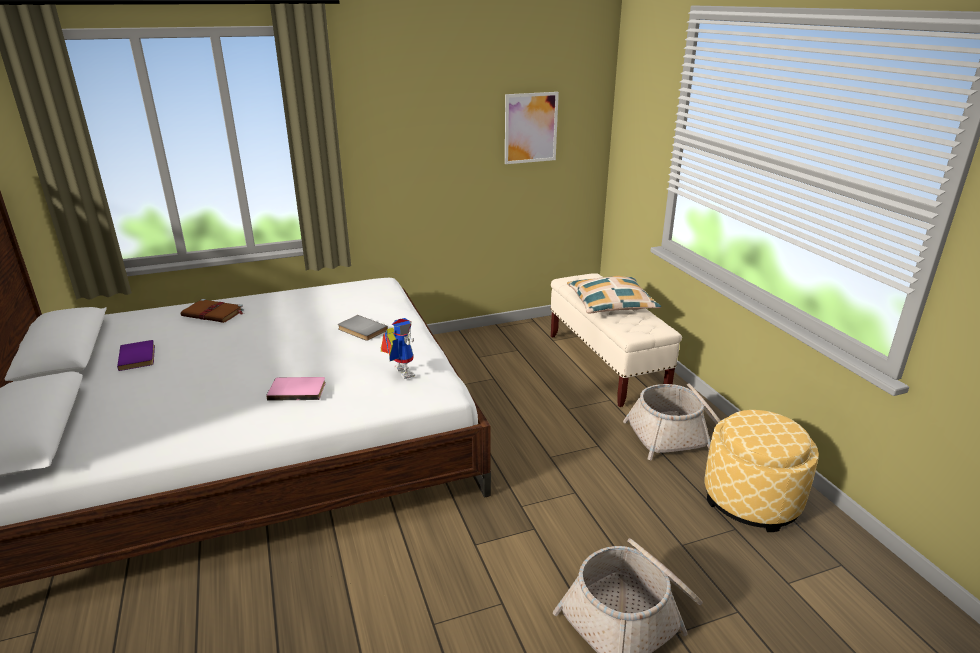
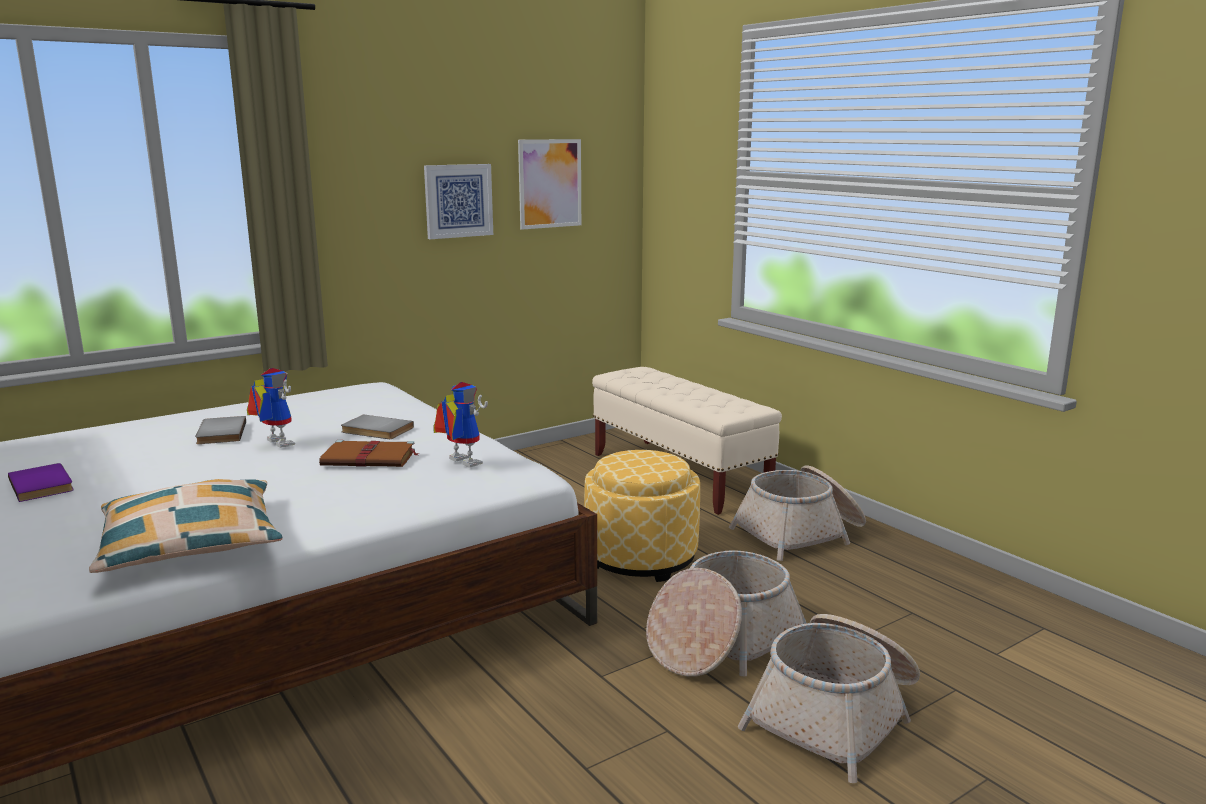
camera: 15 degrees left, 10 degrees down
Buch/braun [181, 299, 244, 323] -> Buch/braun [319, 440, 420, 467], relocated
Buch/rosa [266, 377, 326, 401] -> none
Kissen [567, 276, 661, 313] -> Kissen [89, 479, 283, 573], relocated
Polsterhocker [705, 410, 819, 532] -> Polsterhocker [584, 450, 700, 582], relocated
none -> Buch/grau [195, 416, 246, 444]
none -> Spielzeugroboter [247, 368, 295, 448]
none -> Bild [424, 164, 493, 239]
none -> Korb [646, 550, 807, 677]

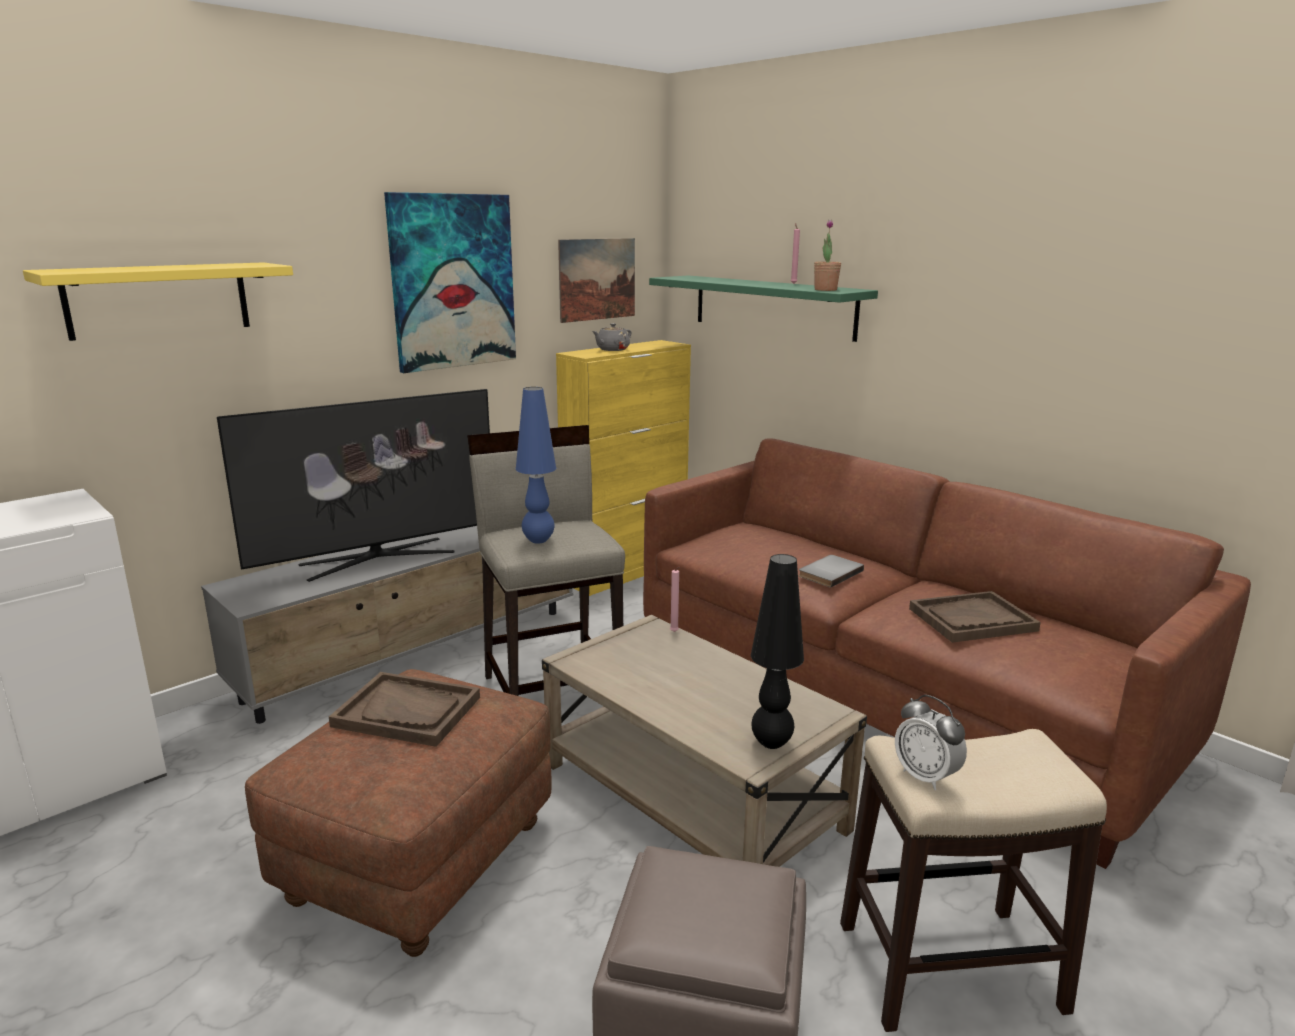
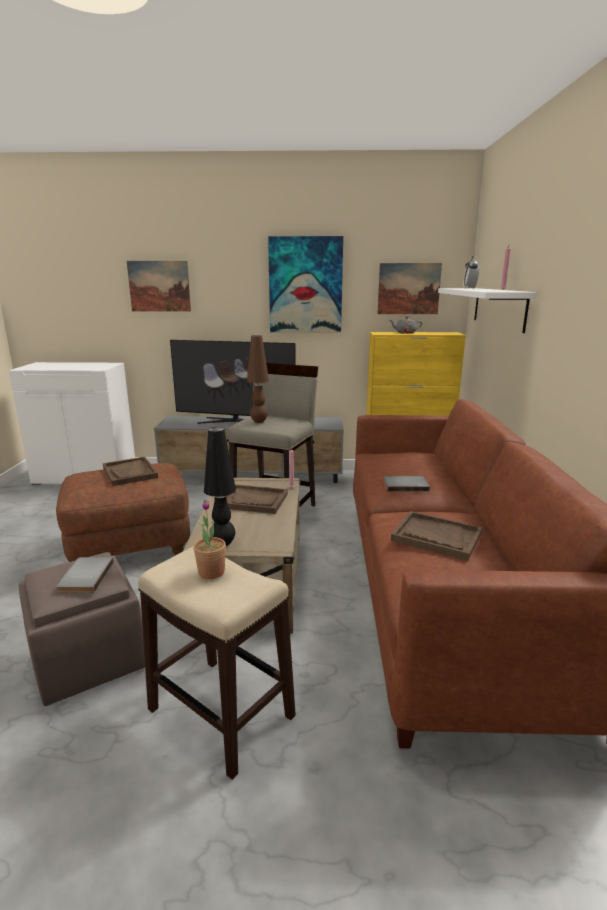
camera: 45 degrees right, 0 degrees up
Wandregal/gelb [23, 262, 293, 341] -> Bild [127, 261, 191, 312]
Tischlampe/blau [516, 387, 556, 544] -> Tischlampe/braun [247, 335, 269, 423]
Wandregal/grün [649, 276, 878, 342] -> Wandregal/weiß [438, 288, 537, 333]
Topfpflanze [814, 220, 841, 291] -> Topfpflanze [194, 500, 226, 579], relocated
Wecker [895, 695, 967, 790] -> Wecker [463, 256, 479, 289], relocated
none -> Buch/grau [56, 557, 114, 593]
none -> Tablett/braun [226, 484, 288, 514]

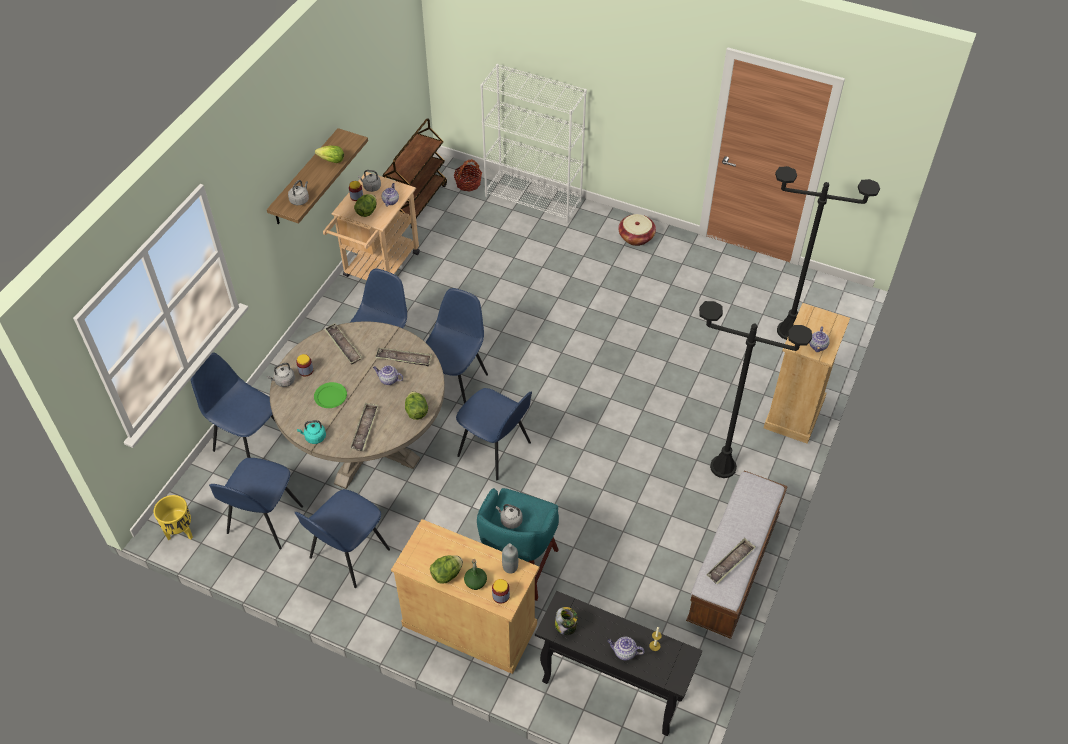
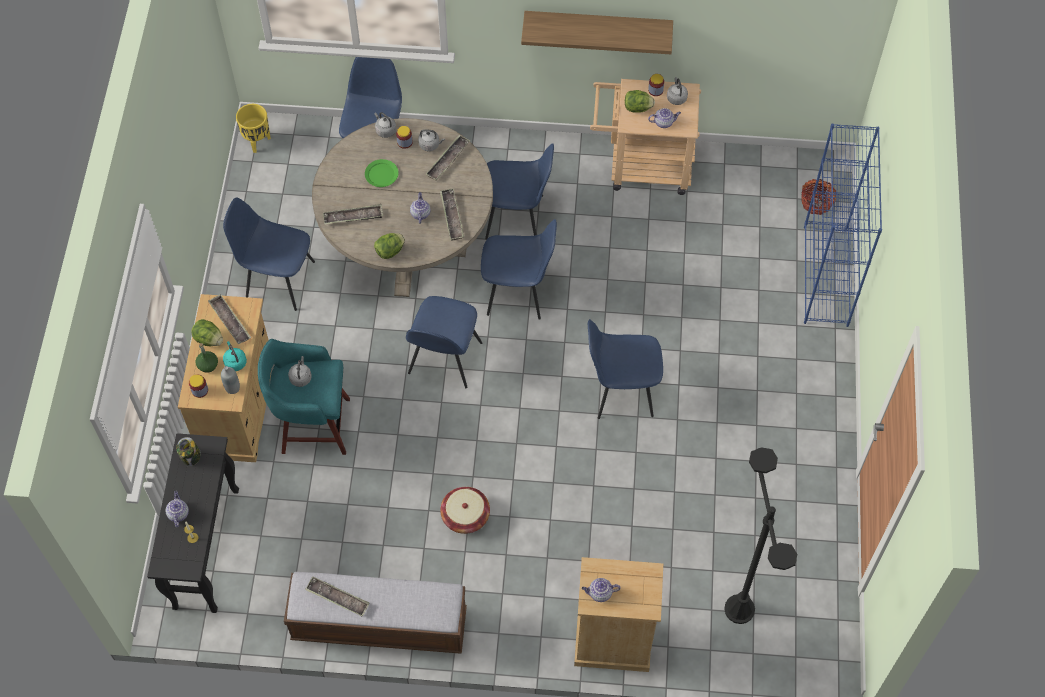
camera: 70 degrees right, 10 degrees up
Stuhl/blau [209, 458, 303, 549] -> Stuhl/blau [588, 319, 663, 419], relocated
Wasserkessel/grau [288, 180, 309, 205] -> Wasserkessel/grau [418, 129, 445, 151], relocated
Wasserkessel/türkis [297, 420, 326, 444] -> Wasserkessel/türkis [223, 341, 247, 371], relocated
Salatkopf [315, 146, 344, 163] -> none
Rollwagen/braun [383, 118, 447, 229] -> none
Bücherregal/weiß [480, 64, 587, 223] -> Bücherregal/blau [804, 124, 882, 327]
Korb [618, 214, 656, 246] -> Korb [440, 487, 490, 534], relocated
Stehlampe/schwarz [699, 301, 812, 478] -> none
none -> Tablett [208, 294, 251, 344]

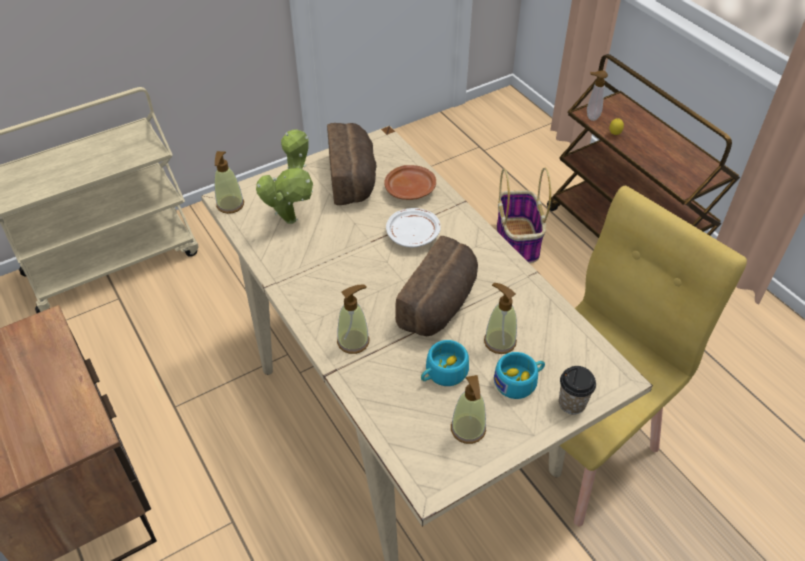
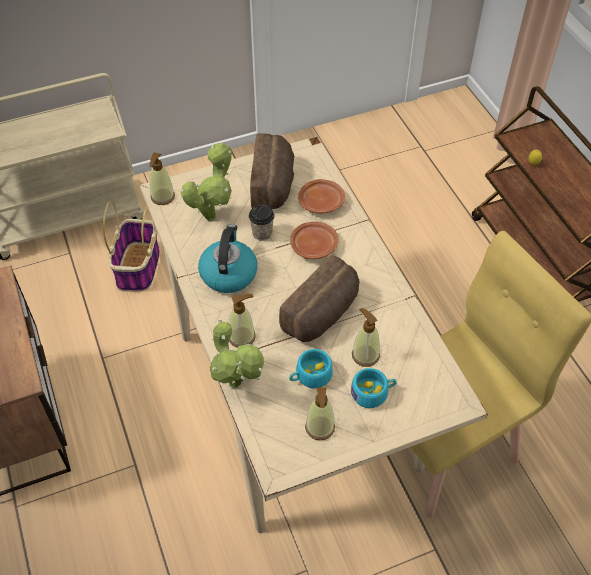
camera: 10 degrees right, 5 degrees up
Teller/weiß [386, 208, 441, 247] -> Teller/braun [290, 222, 339, 259]
Korb [497, 168, 551, 263] -> Korb [103, 201, 160, 292], relocated
Tasse [559, 366, 596, 415] -> Tasse [249, 204, 275, 241], relocated
Seifenspender [587, 70, 608, 121] -> none
none -> Wasserkessel [198, 224, 257, 293]
none -> Topfpflanze [209, 320, 264, 388]

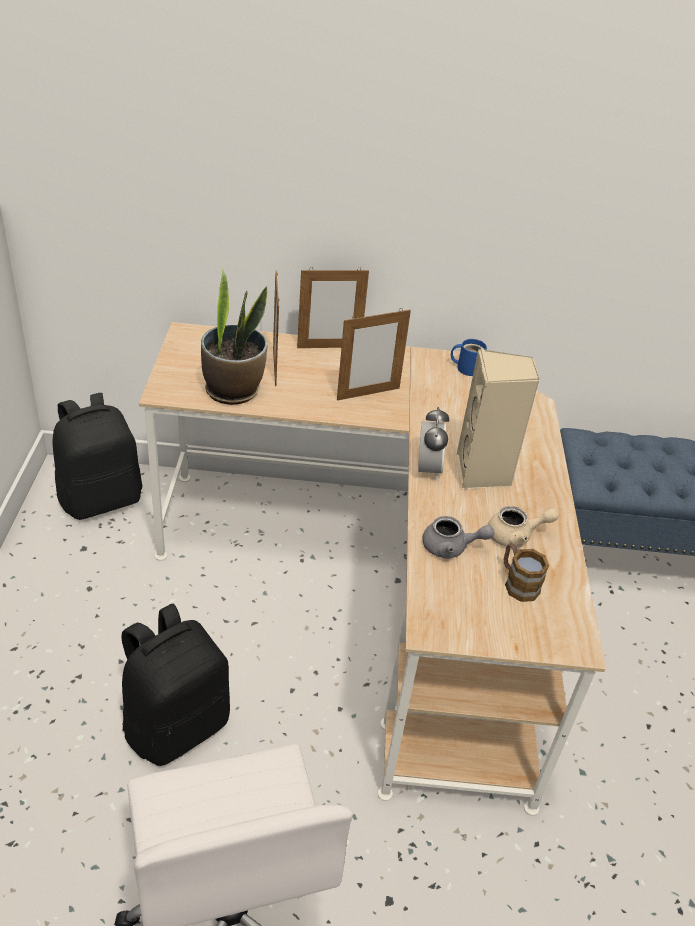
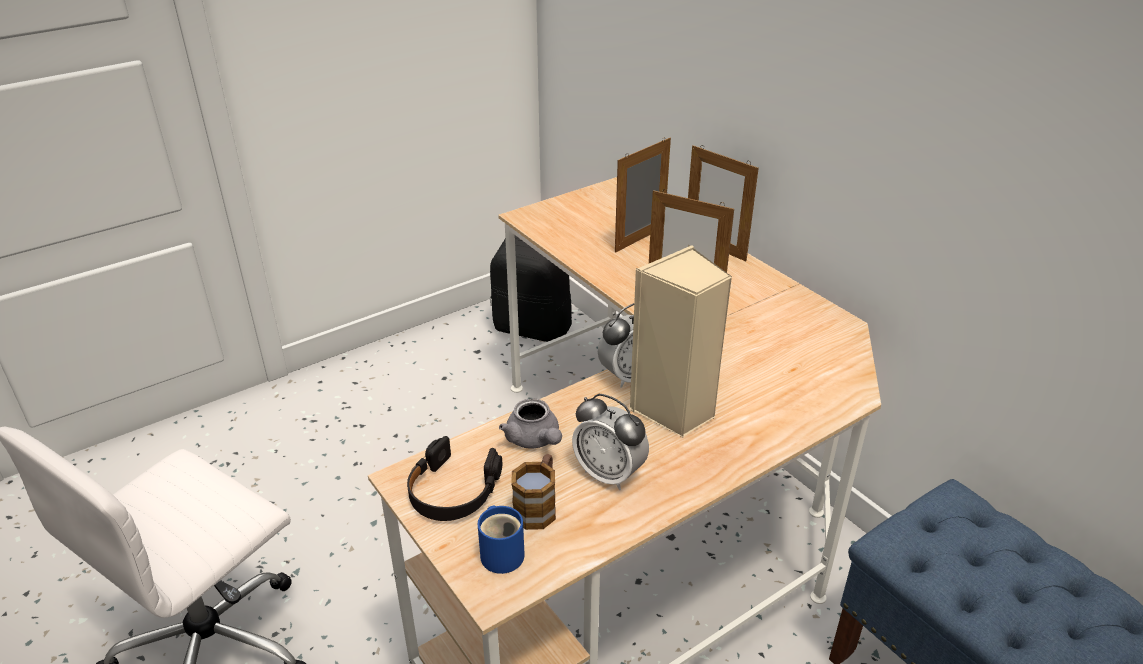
camera: 55 degrees right, 5 degrees down
Rucksack/schwarz [121, 604, 230, 766] -> none
Topfpflanze [201, 269, 268, 405] -> none
Henkelbecher/blau [451, 339, 487, 376] -> Henkelbecher/blau [478, 506, 525, 574], relocated
Teekanne/beige [488, 506, 559, 548] -> Wecker [572, 394, 649, 490]
none -> Kopfhörer/schwarz [407, 436, 502, 521]

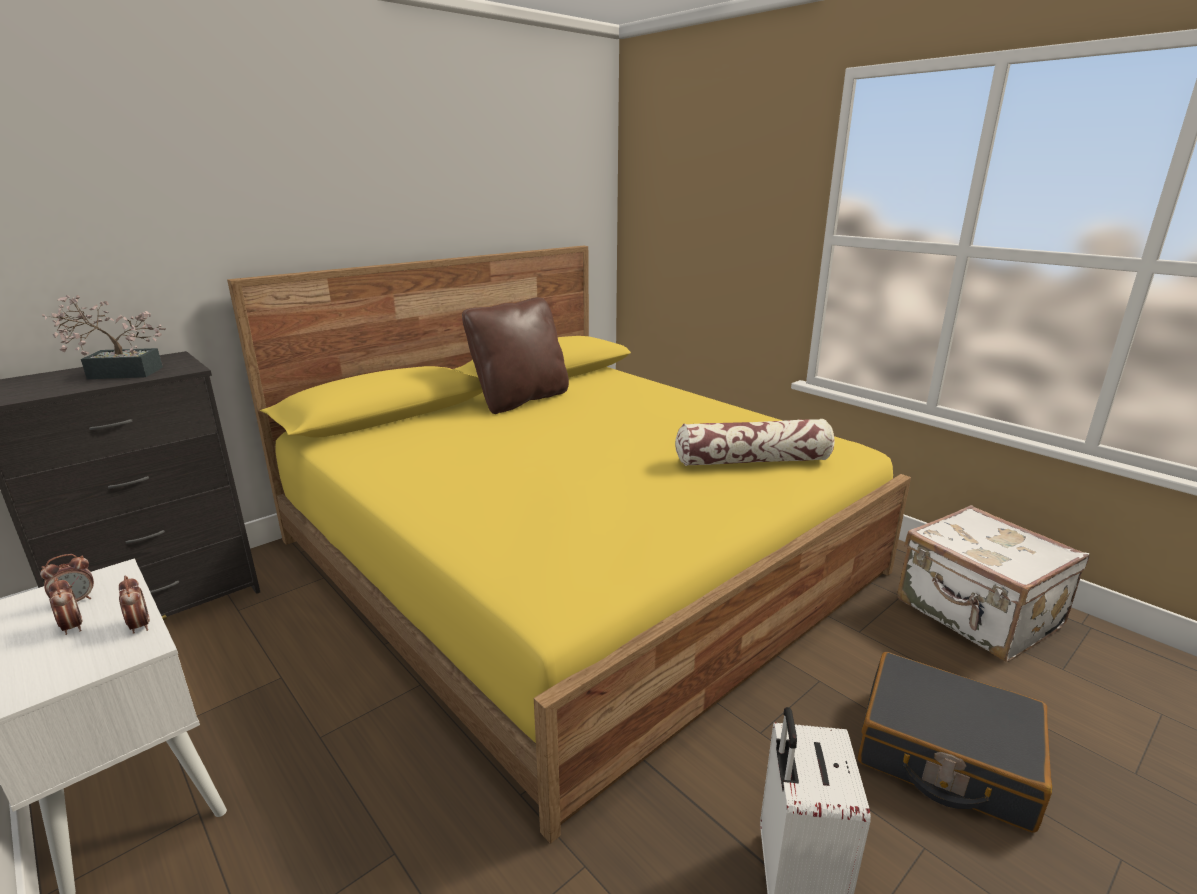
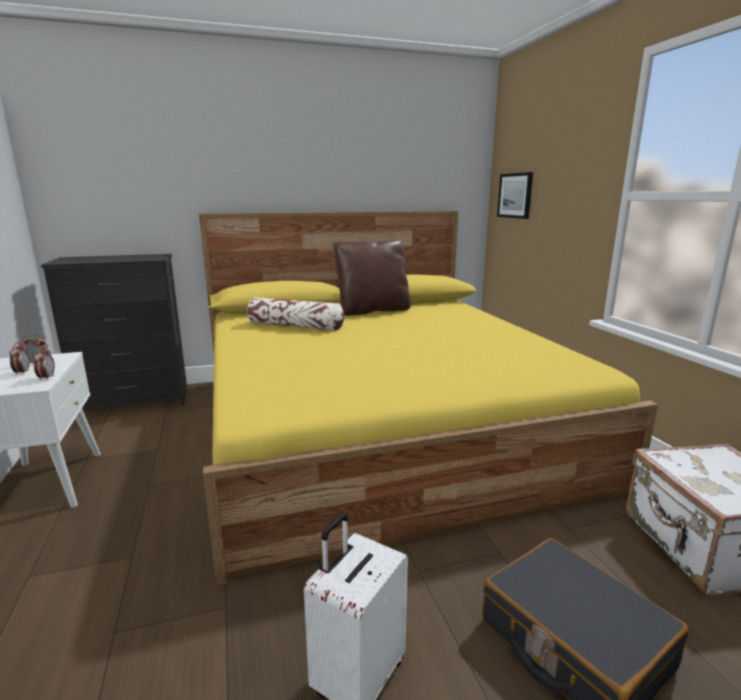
camera: 25 degrees right, 5 degrees down
Topfpflanze [42, 295, 166, 379] -> none
Kissen [675, 419, 835, 466] -> Kissen [247, 297, 344, 331], relocated
none -> Bild [497, 172, 533, 219]

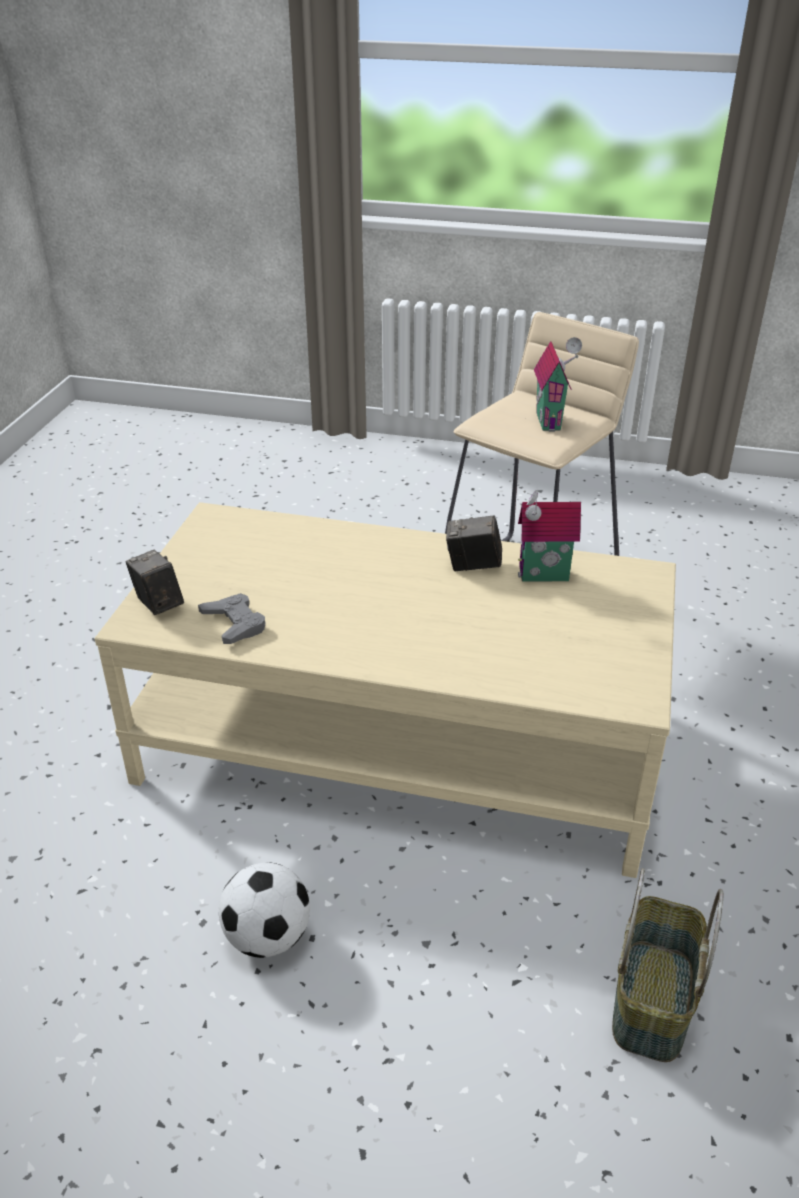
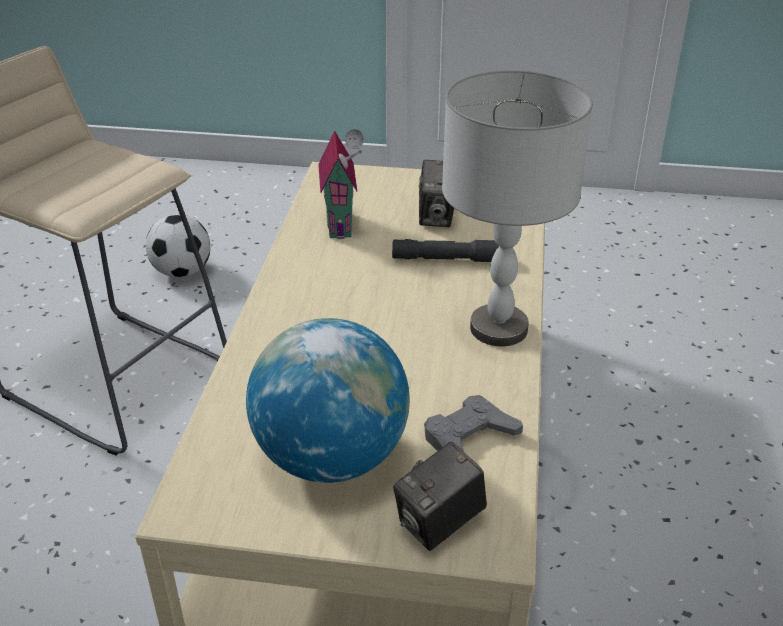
camera: 95 degrees left, 0 degrees up
Fußball [219, 862, 310, 958] -> Fußball [146, 214, 210, 277], relocated
Kamera [446, 515, 502, 571] -> Kamera [419, 160, 454, 227], relocated
Spielzeughaus [534, 337, 582, 432] -> none
Korb [612, 868, 723, 1062] -> none
none -> Globus [246, 318, 410, 483]
none -> Taschenlampe/grau [392, 239, 499, 262]
none -> Tischlampe/grau [442, 70, 593, 346]

